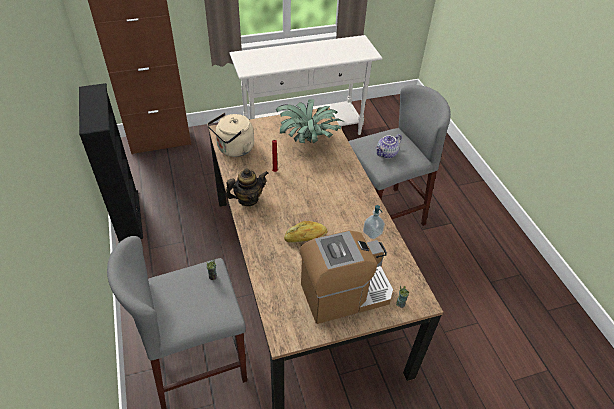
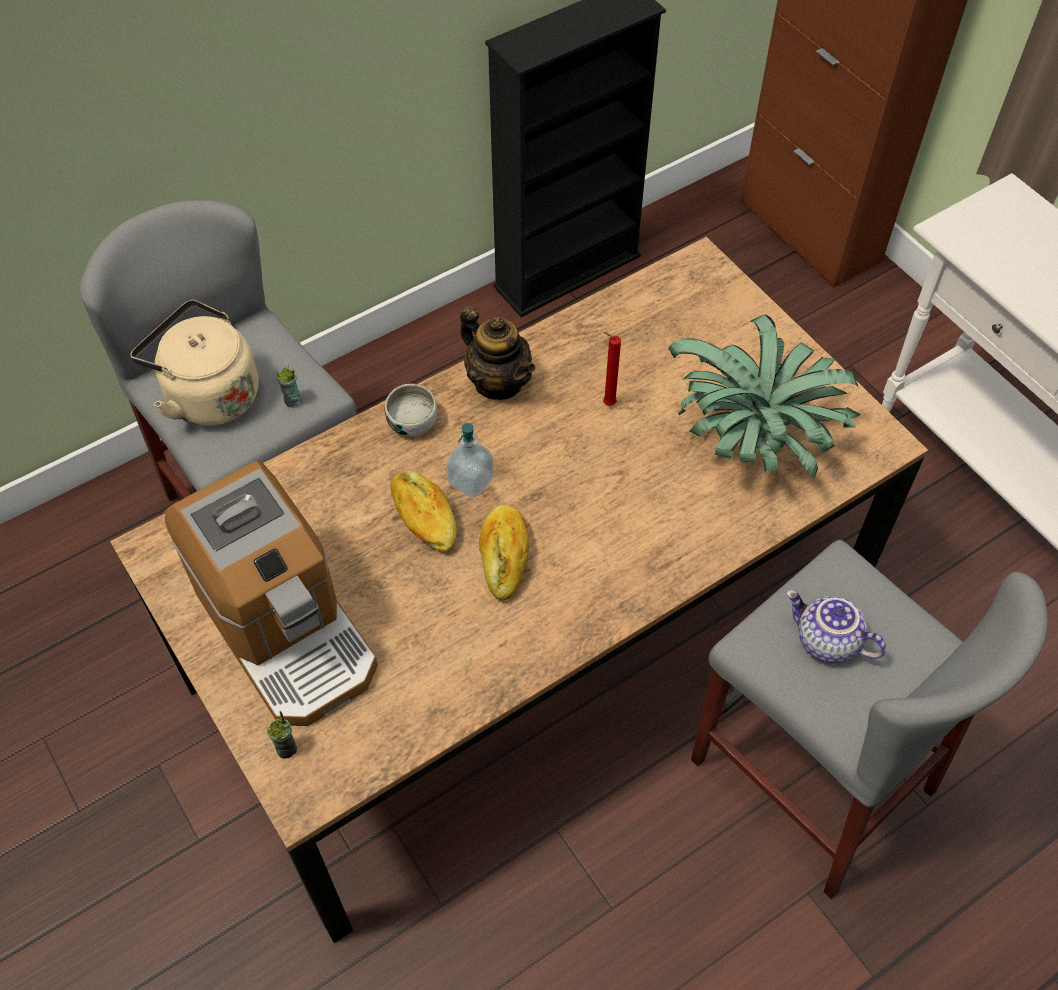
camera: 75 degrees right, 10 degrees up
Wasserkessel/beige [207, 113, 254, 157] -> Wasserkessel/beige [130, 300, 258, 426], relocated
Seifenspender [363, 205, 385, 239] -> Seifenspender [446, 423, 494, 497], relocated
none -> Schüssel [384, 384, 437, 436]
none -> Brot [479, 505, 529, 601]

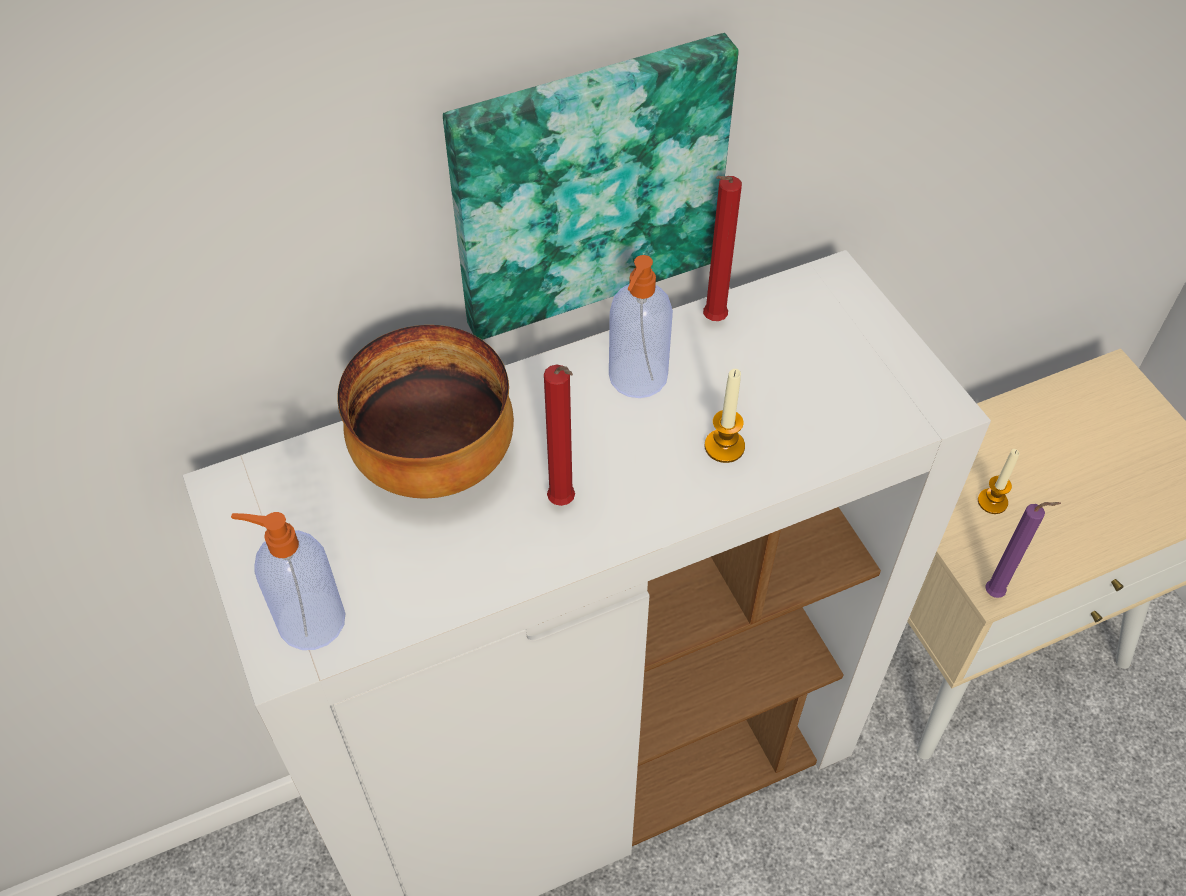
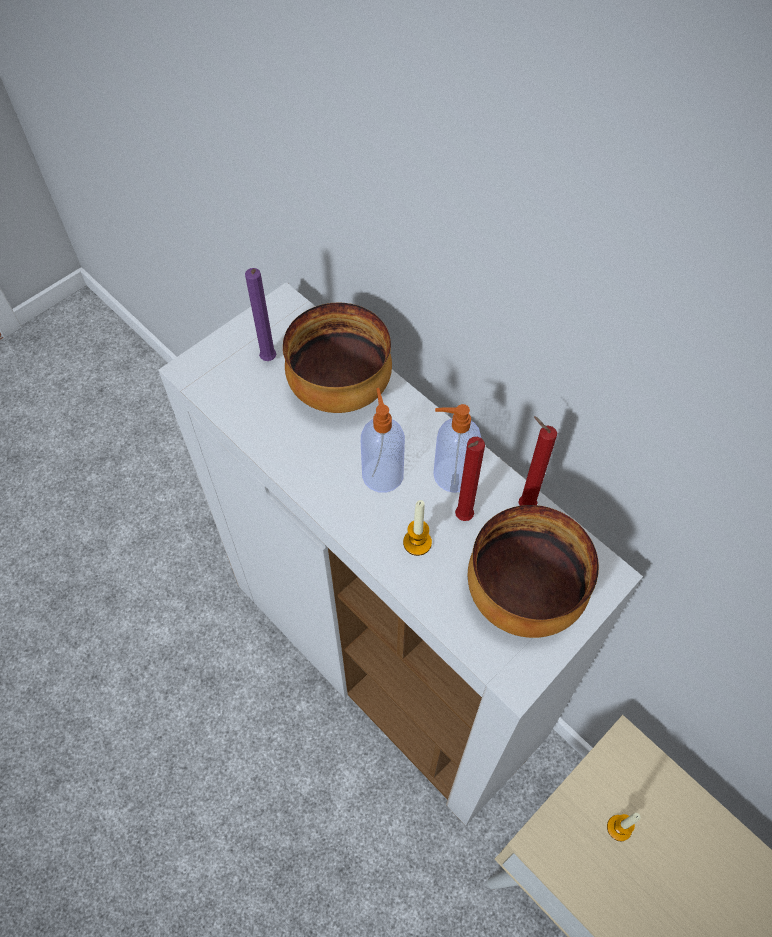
camera: 70 degrees right, 5 degrees up
Seifenspender [231, 512, 345, 650] -> Seifenspender [361, 388, 405, 493], relocated
Bild [443, 33, 739, 340] -> none
Kerze/rot [544, 364, 575, 506] -> Kerze/rot [455, 437, 485, 521], relocated
Kerze/lila [985, 502, 1061, 598] -> Kerze/lila [245, 268, 276, 361], relocated
none -> Schüssel [468, 505, 599, 638]

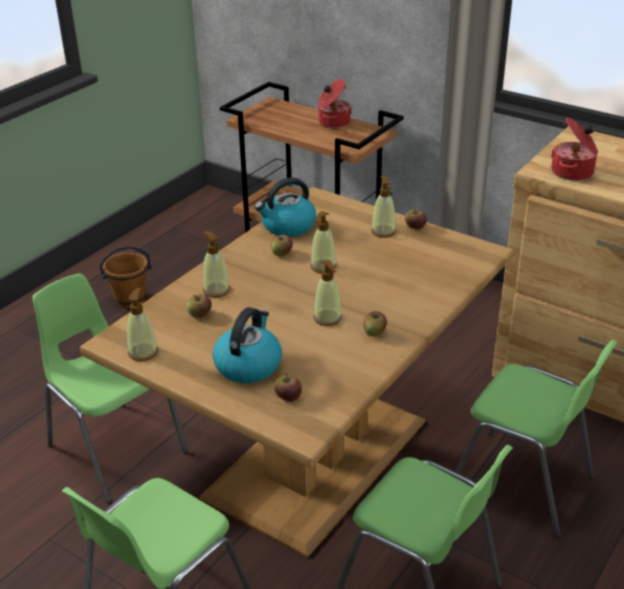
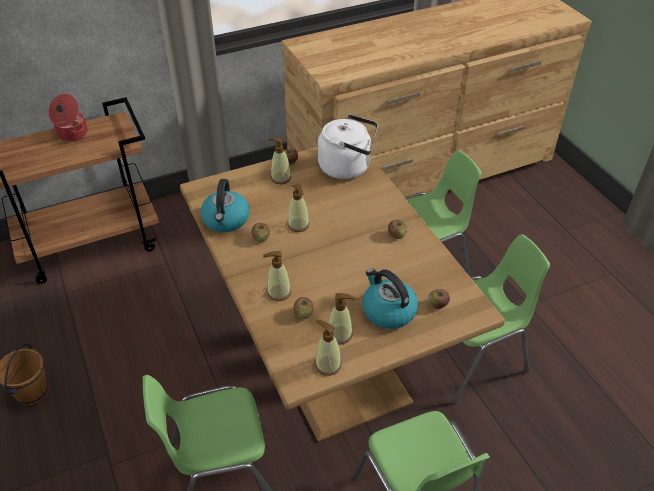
camera: 60 degrees left, 10 degrees up
Seifenspender [313, 260, 342, 326] -> Seifenspender [329, 293, 355, 345], relocated
Kochtopf [551, 117, 598, 181] -> none
none -> Wasserkessel/weiß [318, 114, 378, 179]

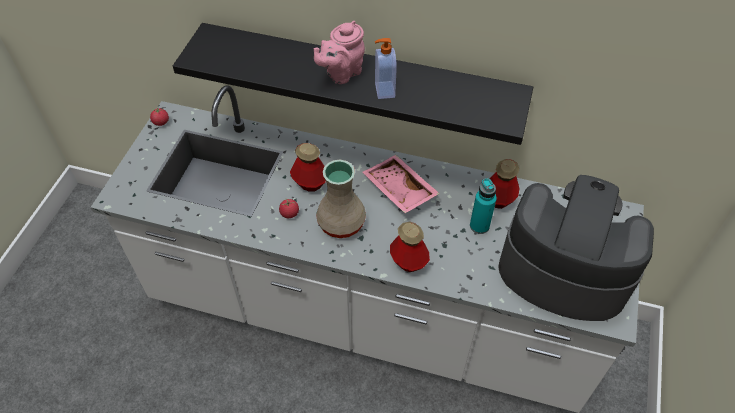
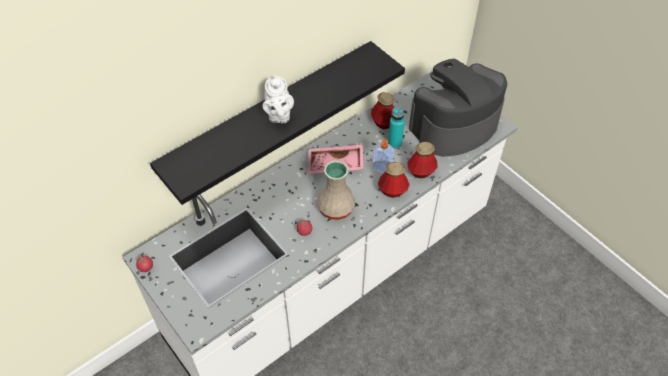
camera: 55 degrees left, 0 degrees up
Flasche [290, 143, 326, 192] -> Flasche [407, 142, 438, 178], relocated
Teekanne/rosa [314, 21, 365, 84] -> Teekanne/weiß [262, 75, 294, 123]
Seifenspender [375, 38, 397, 99] -> Seifenspender [372, 138, 394, 174], relocated

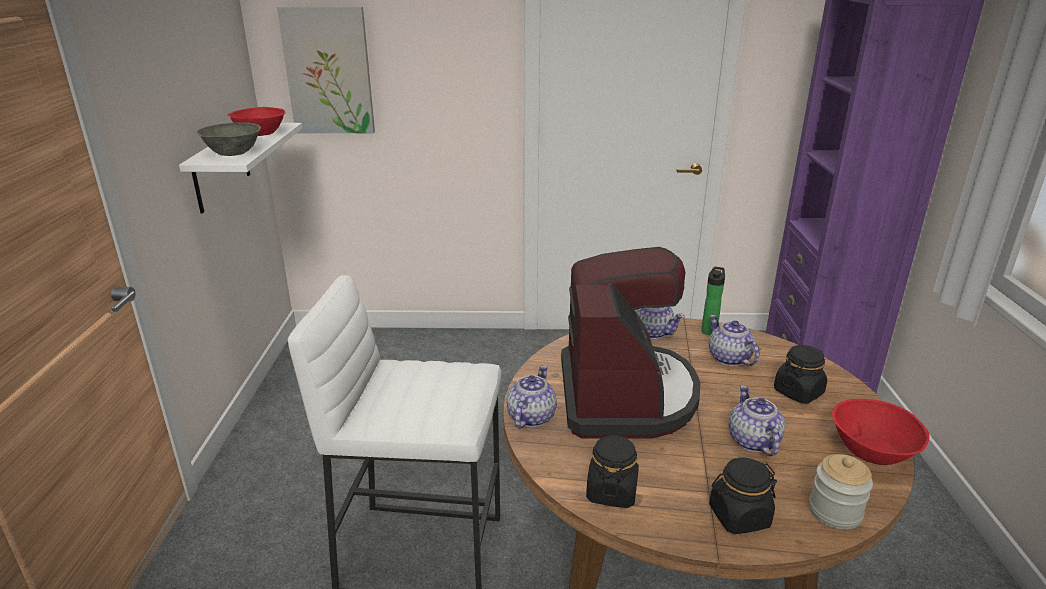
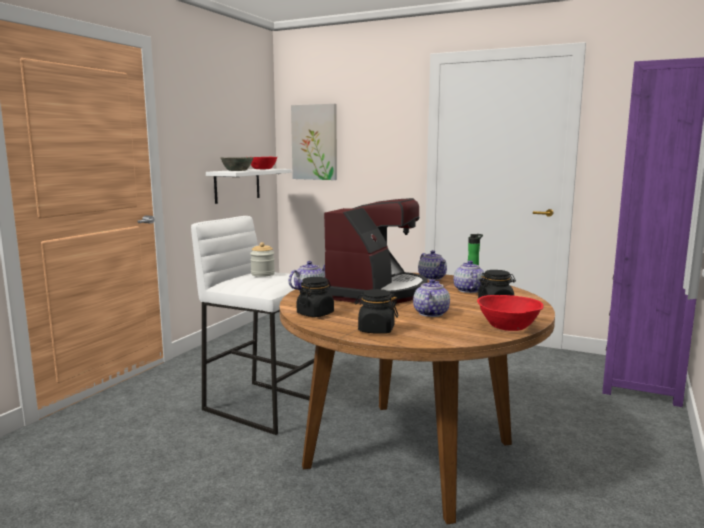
camera: 25 degrees right, 15 degrees down
Vorratsglas [809, 454, 873, 530] -> Vorratsglas [250, 242, 275, 277], relocated

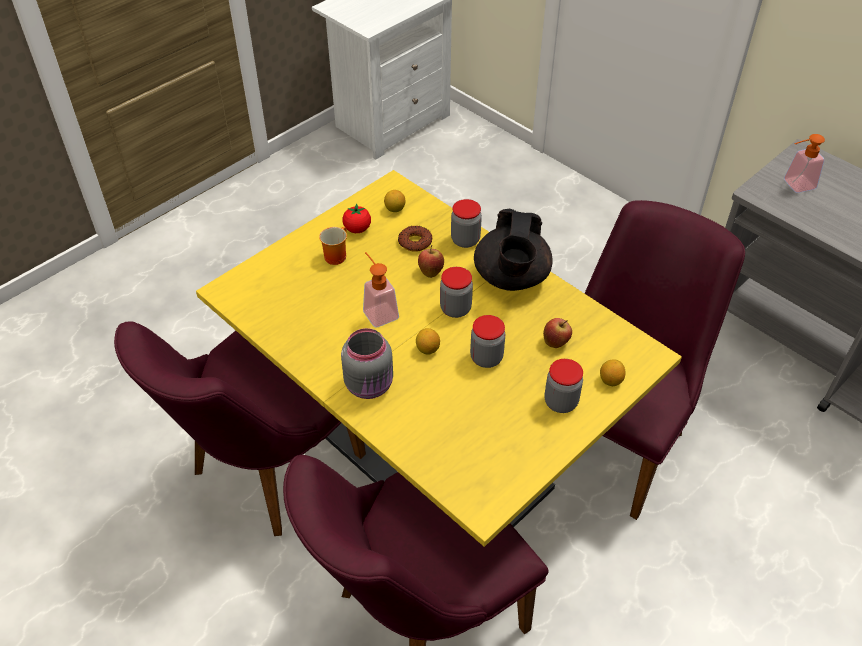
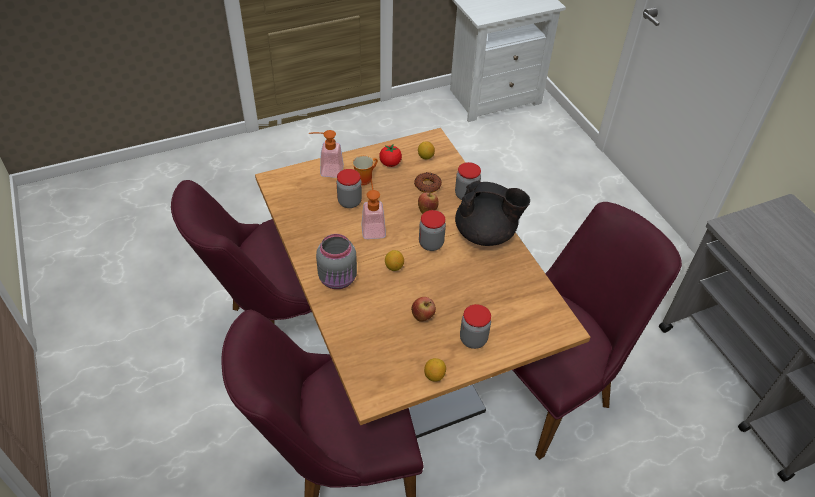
camera: 20 degrees right, 0 degrees up
Esstisch/gelb [196, 170, 682, 547] -> Esstisch/braun [255, 128, 591, 438]
Vorratsglas [470, 315, 505, 368] -> Vorratsglas [337, 169, 362, 208], relocated
Teekanne/schwarz [474, 209, 553, 291] -> Teekanne/schwarz [455, 180, 530, 246], 105 degrees counterclockwise
Apfel [543, 318, 572, 348] -> Apfel [411, 297, 436, 322], relocated
Zitrone [600, 359, 626, 386] -> Zitrone [424, 358, 446, 382], relocated
Seifenspender [784, 134, 825, 193] -> Seifenspender [309, 130, 344, 178], relocated

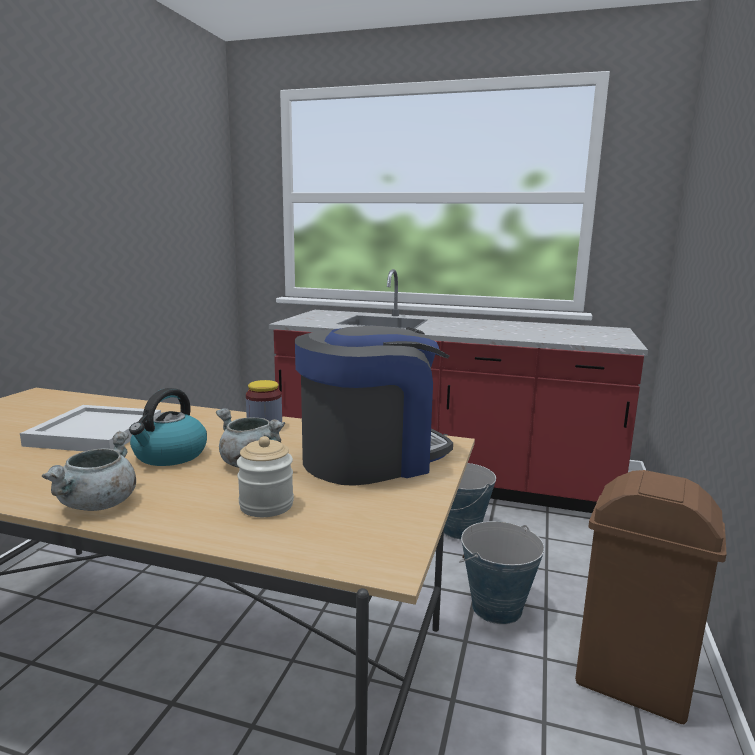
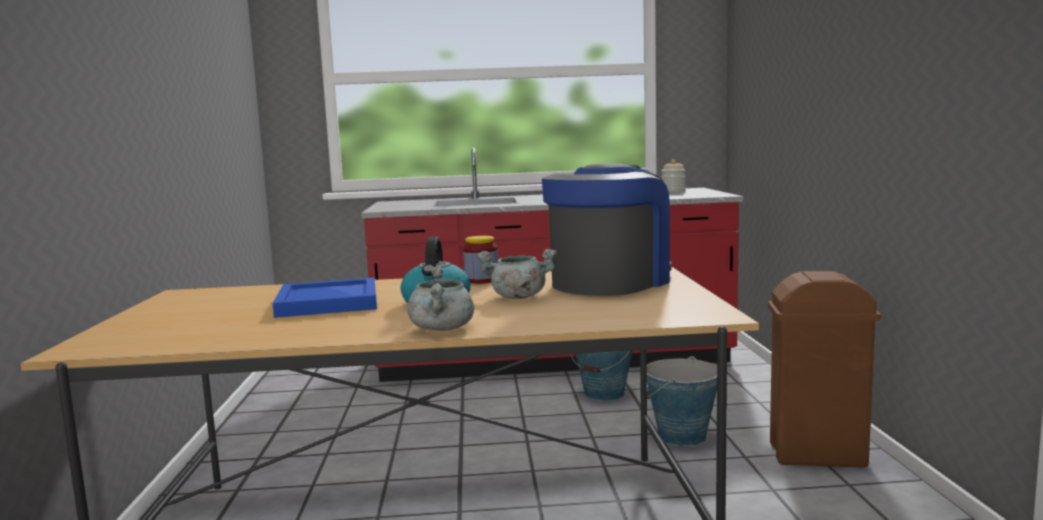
camera: 20 degrees left, 5 degrees down
Tablett/weiß [20, 405, 161, 451] -> Tablett/blau [273, 277, 377, 318]
Vorratsglas [237, 436, 294, 517] -> Vorratsglas [662, 160, 685, 192], relocated

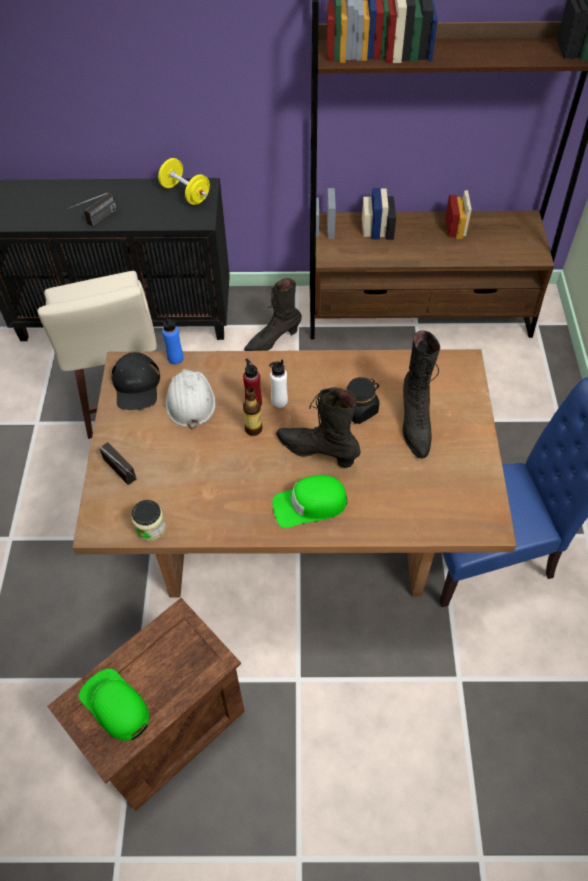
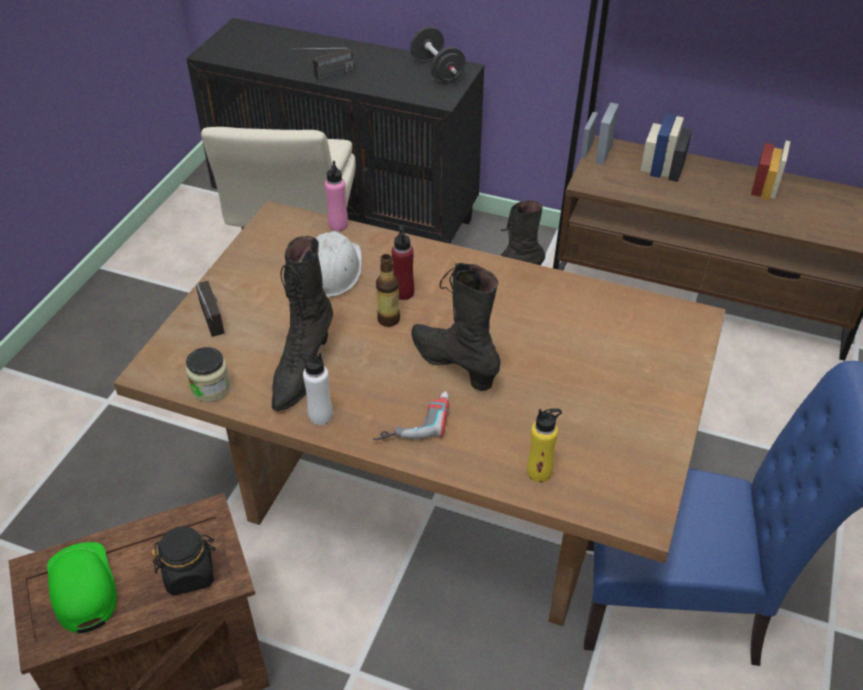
camera: 20 degrees right, 10 degrees down
Kappe/schwarz [112, 352, 160, 410] -> none
Hantel/gelb [158, 158, 210, 205] -> Hantel/schwarz [410, 27, 466, 83]
Flasche/blau [162, 314, 183, 364] -> Flasche/rosa [325, 161, 348, 231]
Flasche/weiß [269, 359, 288, 408] -> Flasche/weiß [300, 352, 333, 425], relocated
Kappe/grün [272, 475, 347, 528] -> Bohrmaschine [373, 391, 449, 440]
Vorratsglas/schwarz [346, 377, 379, 424] -> Vorratsglas/schwarz [151, 526, 215, 595], relocated
Stiefel/schwarz [403, 331, 440, 459] -> Stiefel/schwarz [272, 236, 333, 411], relocated
none -> Flasche/gelb [527, 408, 562, 482]

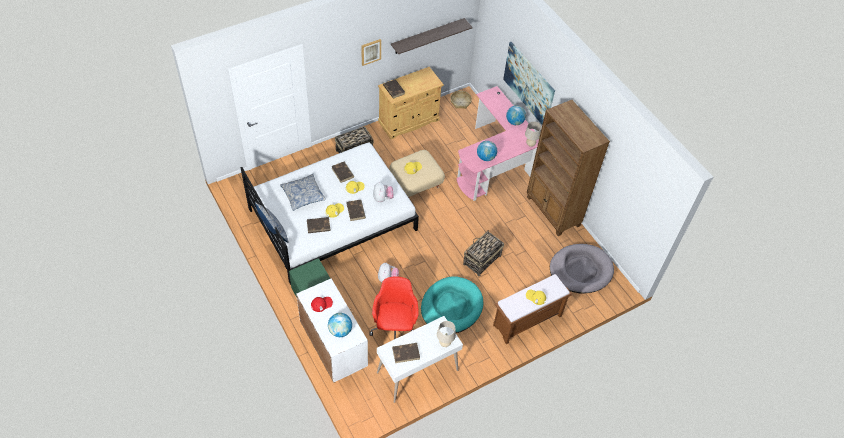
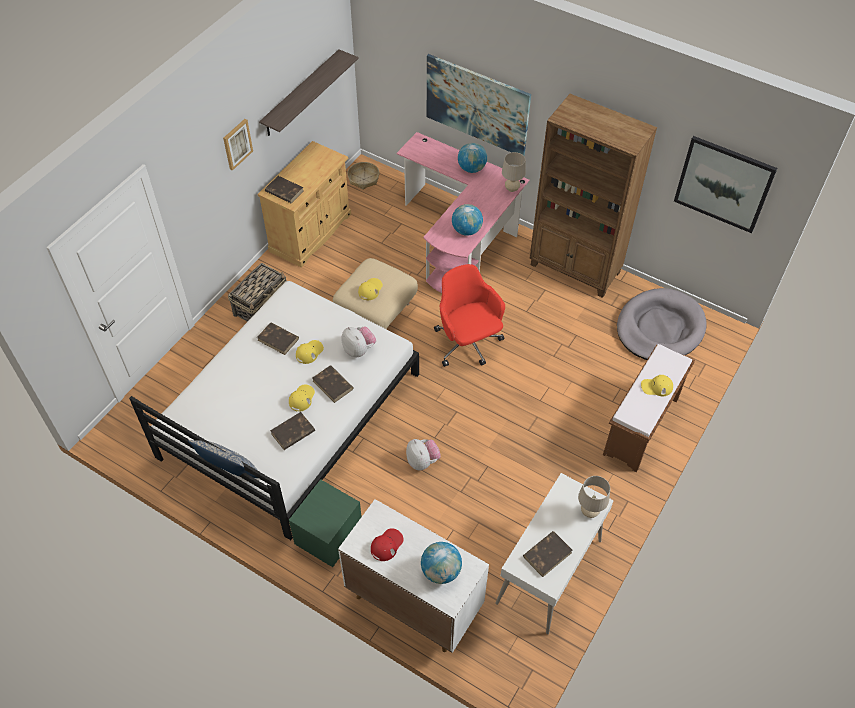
camera: 25 degrees left, 0 degrees up
Kissen [280, 174, 326, 211] -> none
Bürostuhl/rot [369, 276, 418, 339] -> Bürostuhl/rot [434, 264, 505, 367], relocated
Hundebett/türkis [421, 276, 483, 333] -> none
Korb [463, 230, 504, 277] -> none
none -> Bild [674, 136, 777, 233]

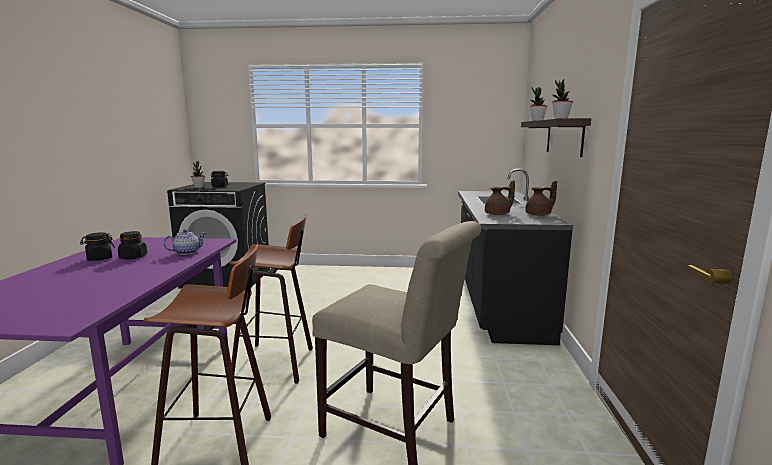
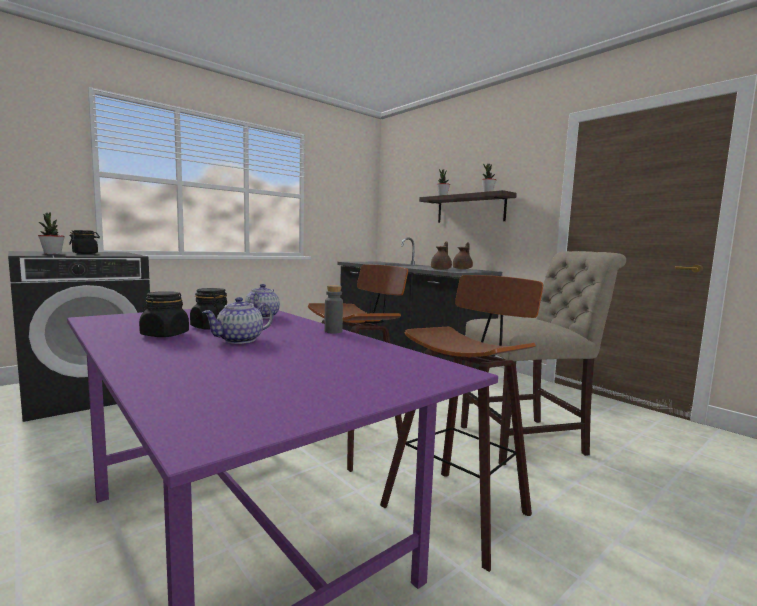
camera: 45 degrees left, 5 degrees down
none -> Teekanne [202, 297, 273, 344]
none -> Flasche/grau [324, 285, 343, 334]

